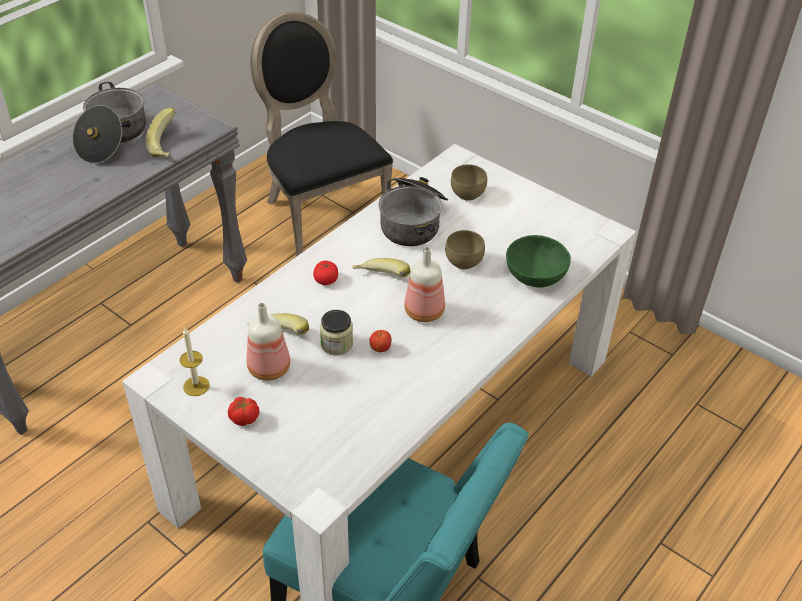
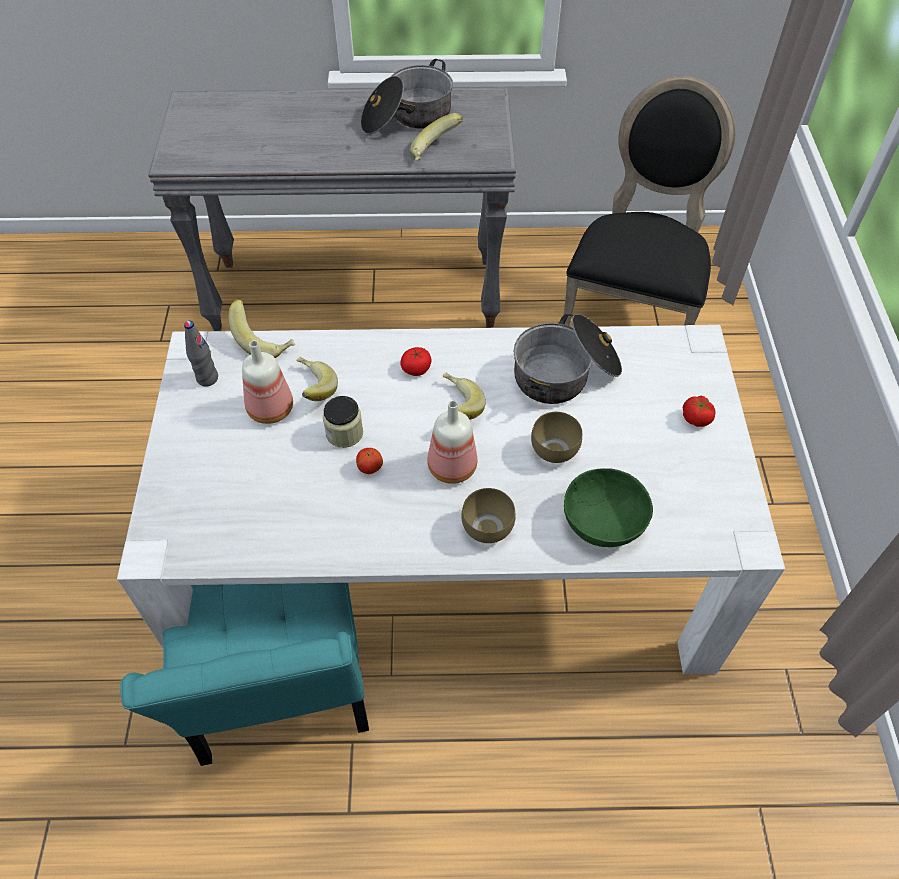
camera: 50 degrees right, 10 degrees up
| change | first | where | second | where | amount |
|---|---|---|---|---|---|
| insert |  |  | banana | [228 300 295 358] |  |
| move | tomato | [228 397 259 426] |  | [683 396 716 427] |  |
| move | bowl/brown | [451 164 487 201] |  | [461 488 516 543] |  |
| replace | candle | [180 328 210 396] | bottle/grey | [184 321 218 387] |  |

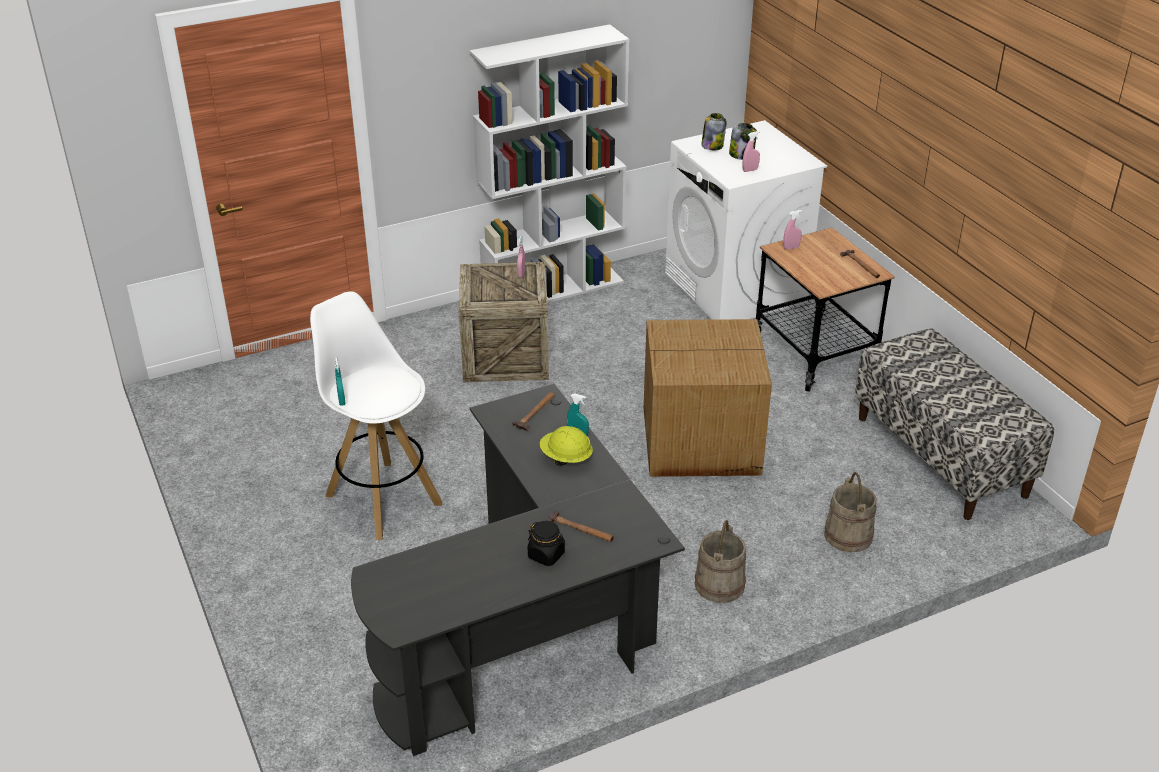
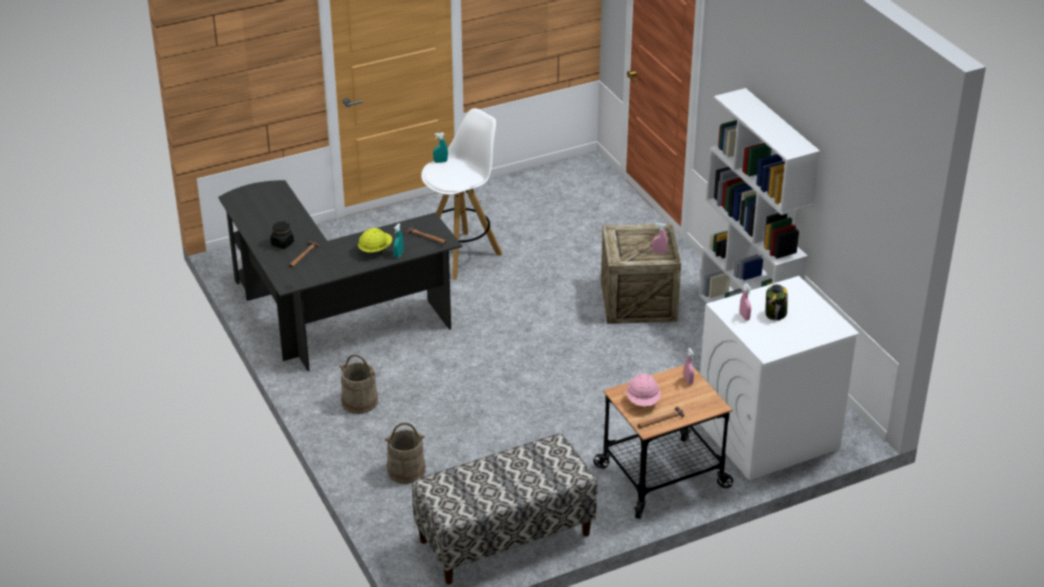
camera: 90 degrees right, 0 degrees up
| change | first | where | second | where | amount |
|---|---|---|---|---|---|
| delete | cardboard box | [644 319 772 477] |  |  |  |
| delete | jar | [701 113 727 150] |  |  |  |
| insert |  |  | hard hat/pink | [626 373 661 406] |  |

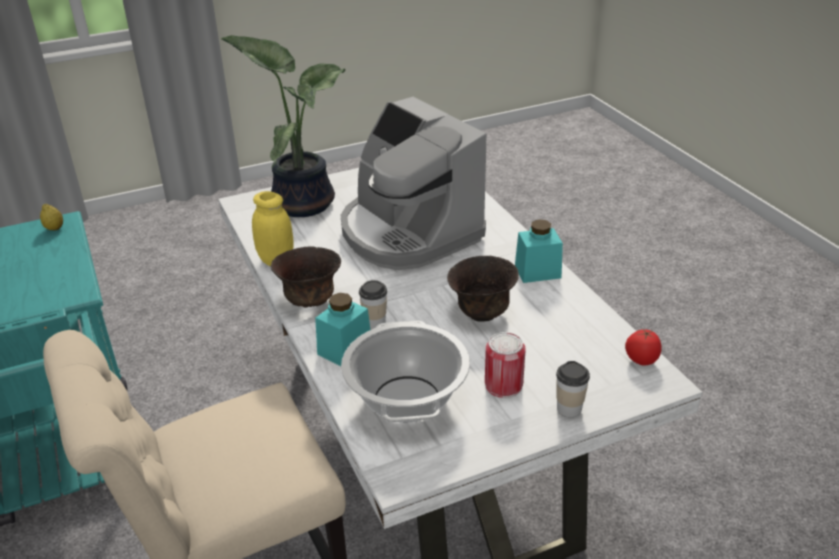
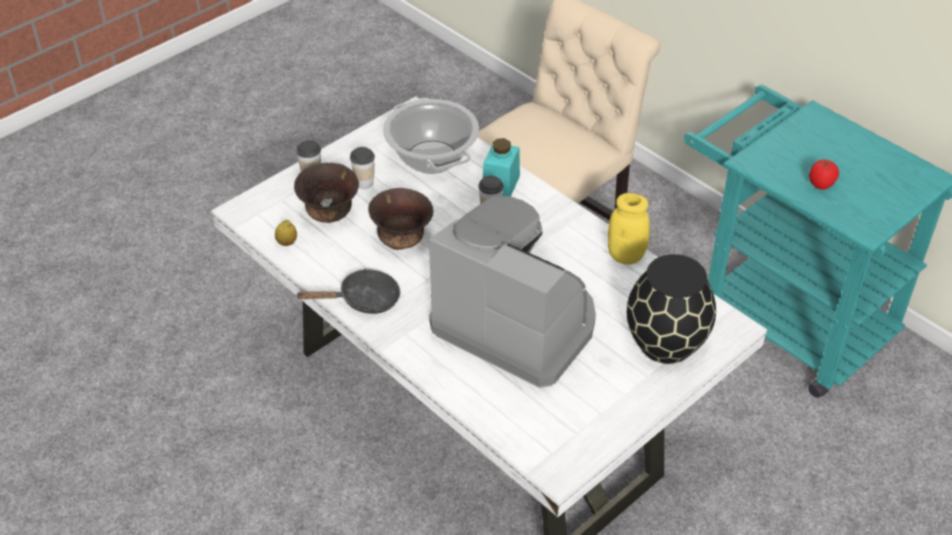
camera: 160 degrees right, 10 degrees up
| change | first | where | second | where | amount |
|---|---|---|---|---|---|
| move | lemon | [40 204 63 230] |  | [275 220 297 246] |  |
| move | bowl/brown | [271 246 341 308] |  | [294 163 359 223] |  |
| move | tomato | [625 328 662 366] |  | [809 160 839 190] |  |
| replace | potted plant | [221 35 345 217] | vase/black | [627 254 716 364] |  |
| replace | can | [485 332 526 398] | cup | [350 147 375 189] |  |
| replace | jar/turquoise | [515 219 563 283] | frying pan/black | [295 269 400 314] |  |

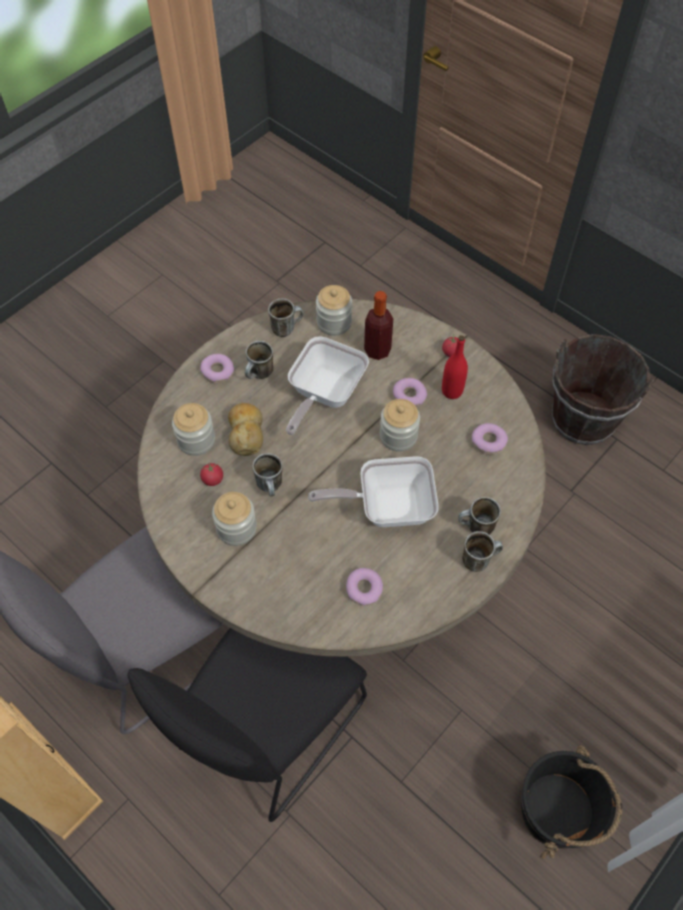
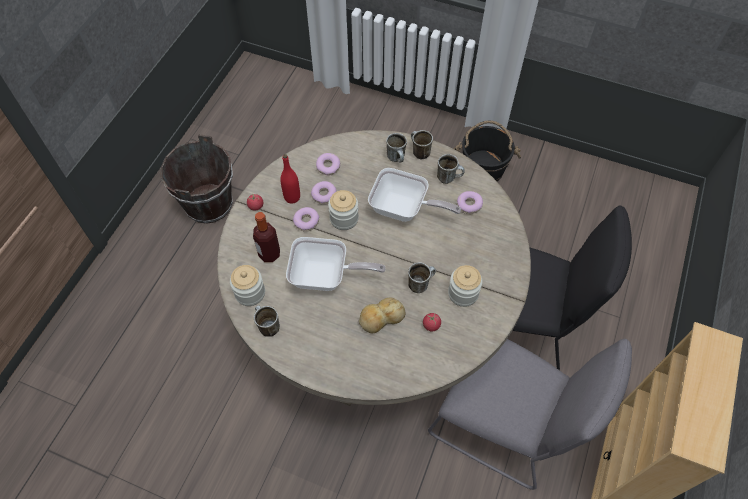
camera: 110 degrees left, 0 degrees up
| change | first | where | second | where | amount |
|---|---|---|---|---|---|
| delete | jar | [172 403 215 456] |  |  |  |
| move | donut | [200 354 234 383] |  | [311 181 337 205] |  |
| move | mug | [245 341 273 379] |  | [437 154 465 184] |  |
| rotate | frying pan | [308 456 439 527] |  | [368 168 461 222] | 45 degrees counterclockwise |

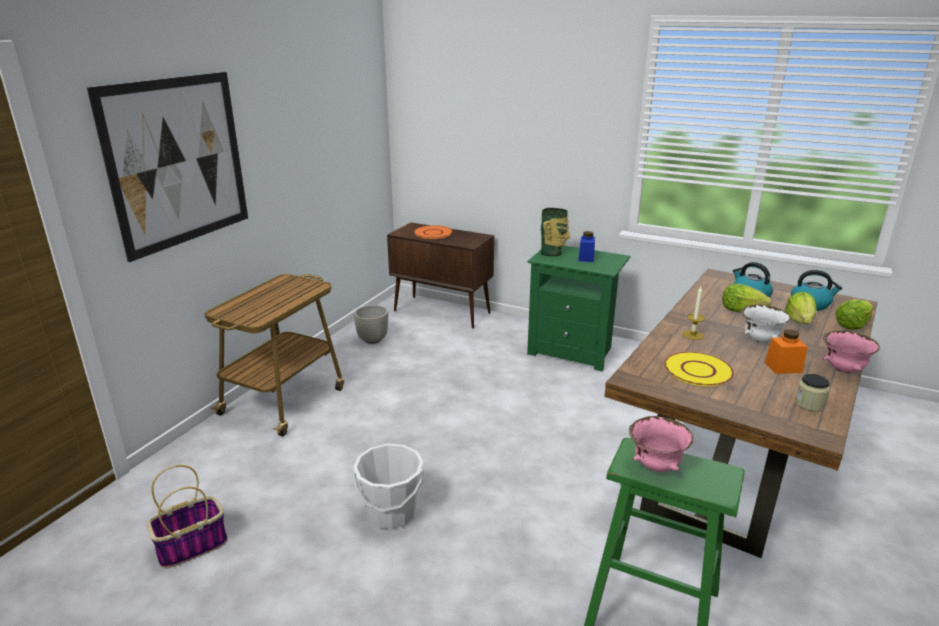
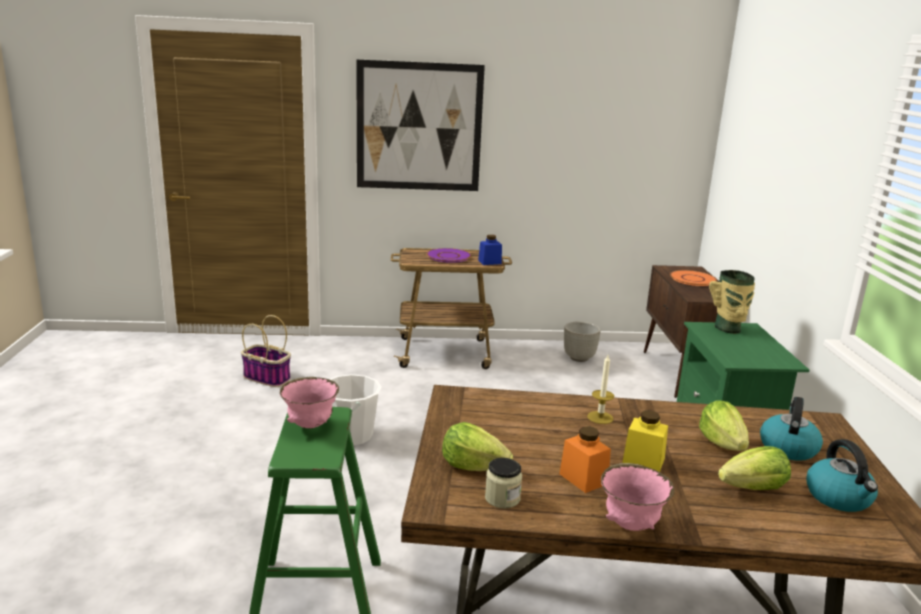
camera: 60 degrees right, 5 degrees down
| change | first | where | second | where | amount |
|---|---|---|---|---|---|
| delete | plate/yellow | [664 352 734 386] |  |  |  |
| insert |  |  | plate/purple | [426 248 471 263] |  |
| move | jar/blue | [578 231 595 262] |  | [478 235 502 265] |  |
| move | lettuce | [836 299 874 330] |  | [442 422 513 471] |  |
| replace | bowl/white | [741 304 790 343] | jar/yellow | [622 410 668 472] |  |

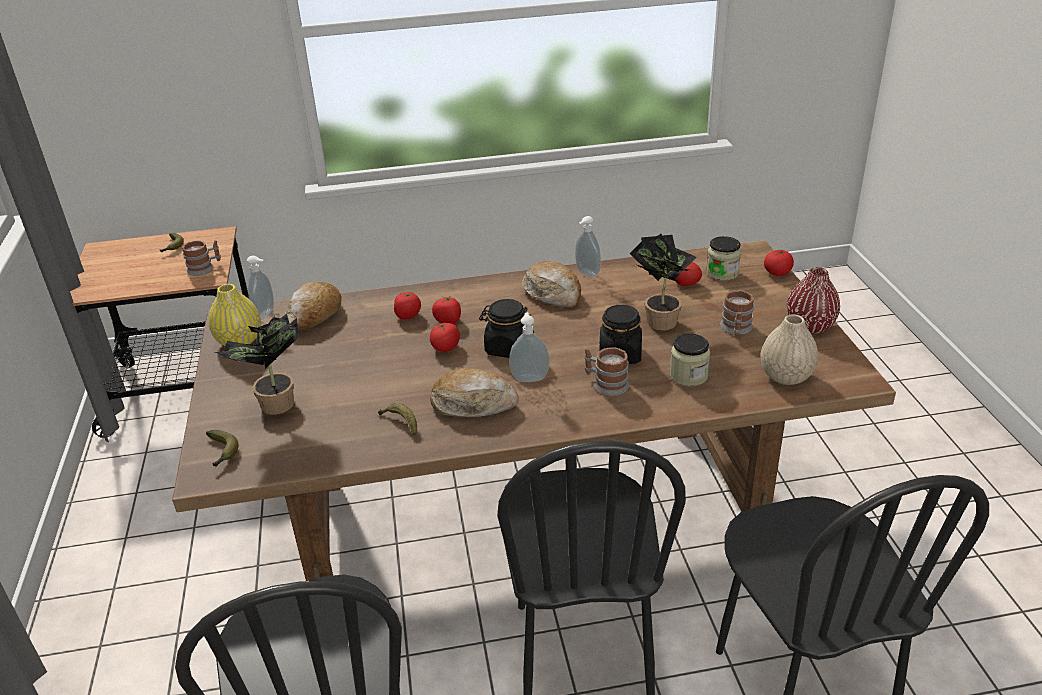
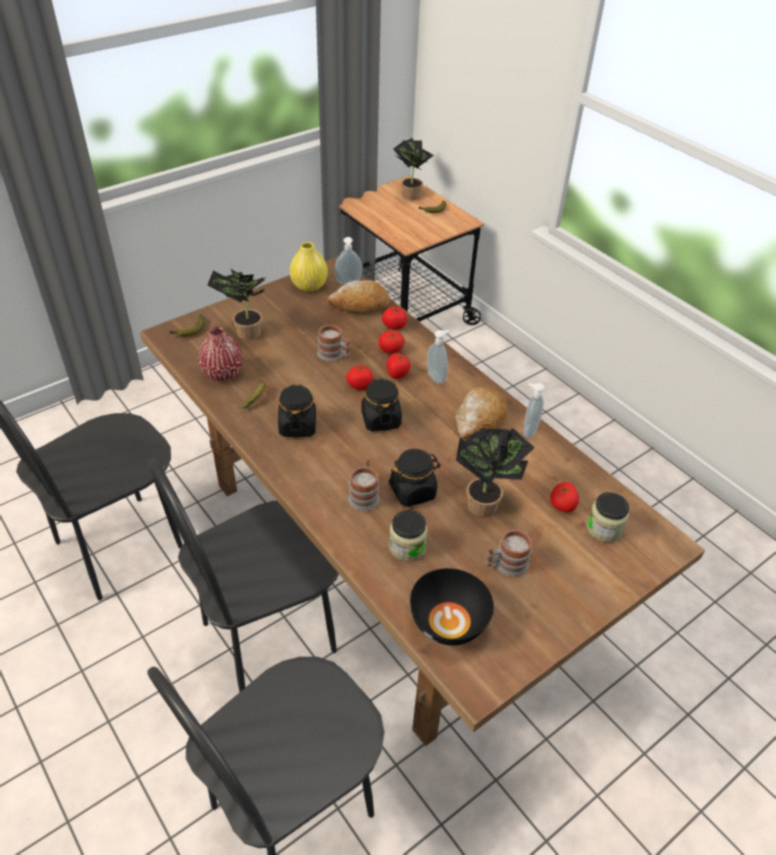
camera: 60 degrees right, 10 degrees up
| change | first | where | second | where | amount |
|---|---|---|---|---|---|
| insert |  |  | potted plant | [393 138 434 200] |  |
| move | mug | [182 240 221 276] |  | [317 325 350 362] |  |
| move | soap dispenser | [509 312 549 382] |  | [427 330 450 384] |  |
| move | tomato | [764 250 794 276] |  | [382 306 407 330] |  |
| move | vase/red | [787 267 840 334] |  | [198 327 243 381] |  |
| replace | bread | [430 368 519 417] | jar/black | [278 384 316 437] |  |
| replace | vase/beige | [761 314 818 385] | bowl/black | [410 568 494 646] |  |

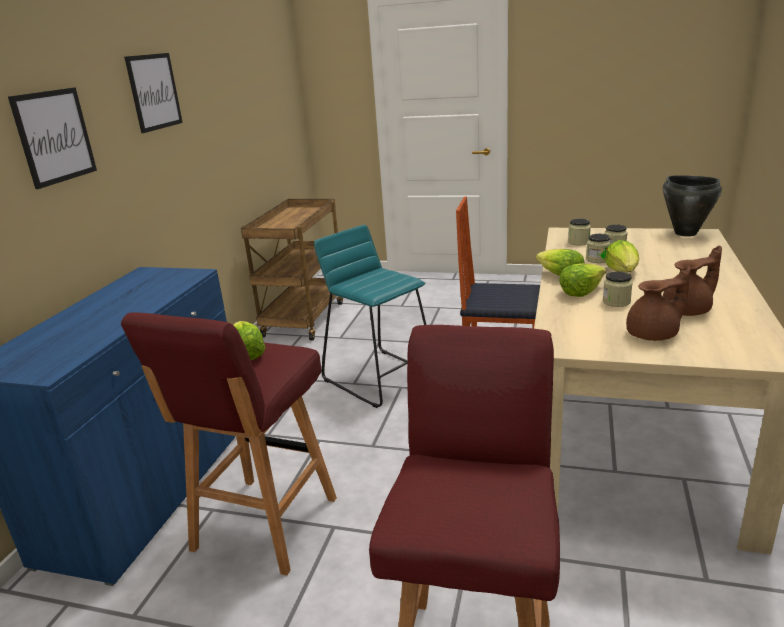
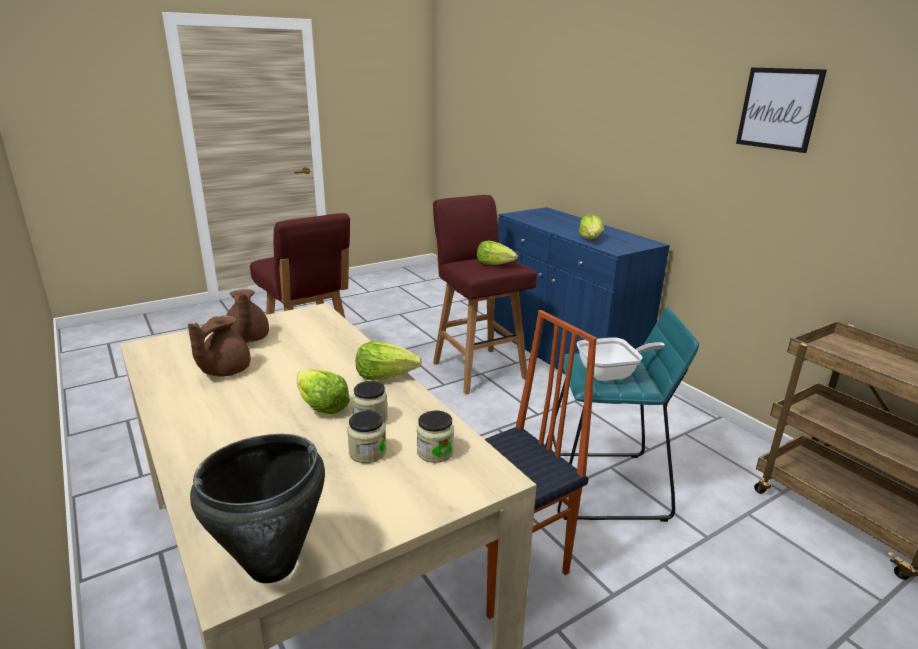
camera: 130 degrees right, 0 degrees up
| change | first | where | second | where | amount |
|---|---|---|---|---|---|
| delete | picture | [8 87 97 189] |  |  |  |
| delete | jar | [603 271 633 307] |  |  |  |
| insert |  |  | frying pan | [577 337 665 381] |  |
| move | lettuce | [559 263 606 297] |  | [578 214 604 239] |  |
| rotate | teapot/brown | [626 266 691 341] |  | [226 289 269 343] | 45 degrees counterclockwise |

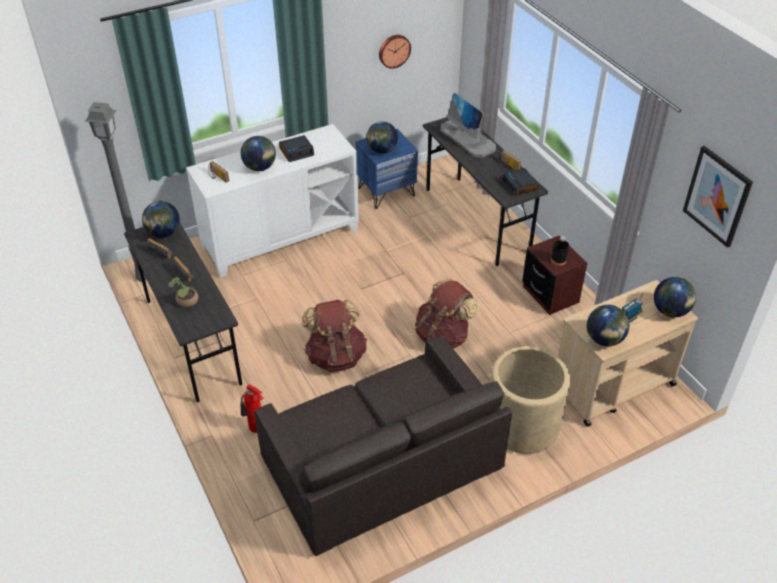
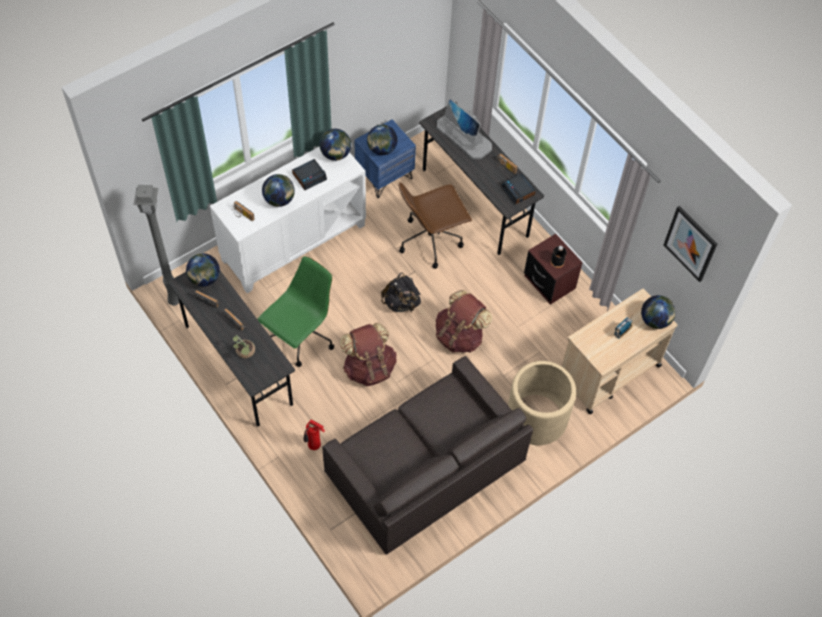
camera: 10 degrees left, 15 degrees up
| change | first | where | second | where | amount |
|---|---|---|---|---|---|
| delete | wall clock | [379 35 411 69] |  |  |  |
| insert |  |  | office chair/green | [257 256 334 367] |  |
| insert |  |  | backpack/black | [381 273 421 313] |  |
| insert |  |  | office chair/brown | [399 182 472 269] |  |
| move | globe | [586 305 629 346] |  | [319 129 351 161] |  |

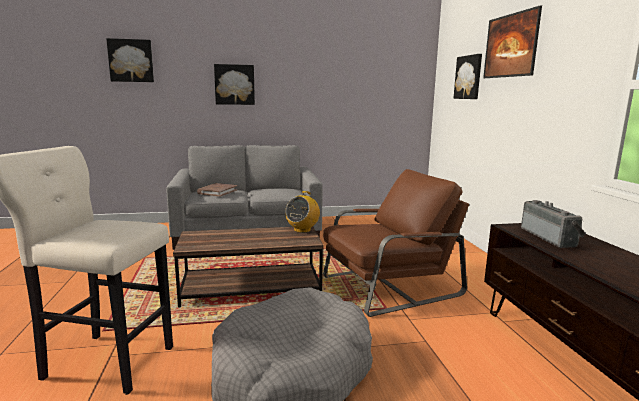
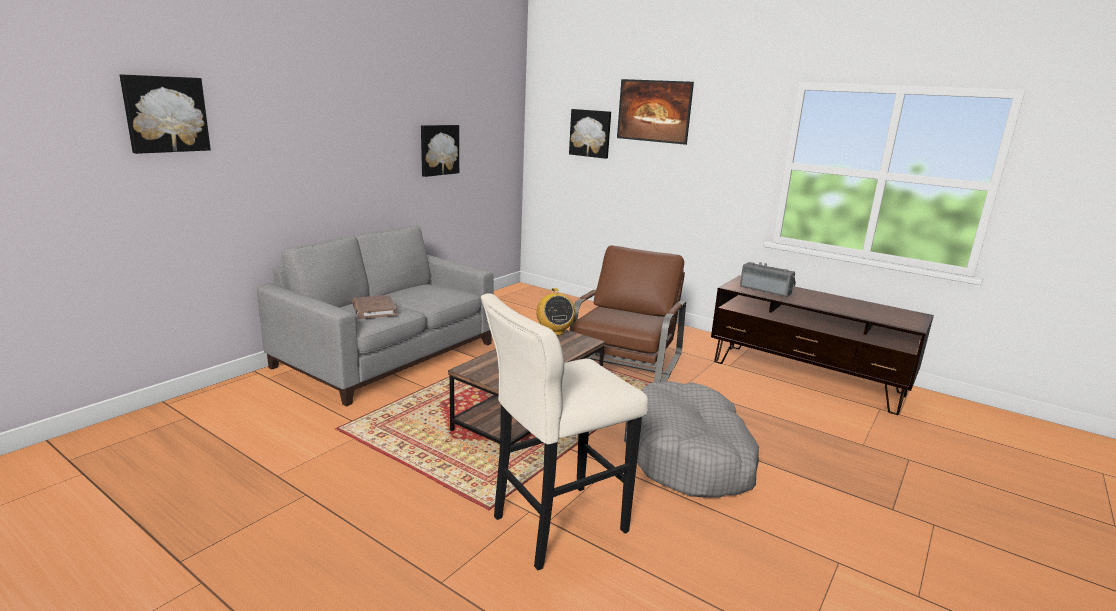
camera: 45 degrees left, 5 degrees up
| change | first | where | second | where | amount |
|---|---|---|---|---|---|
| move | picture | [214 64 255 105] |  | [421 125 459 177] |  |

